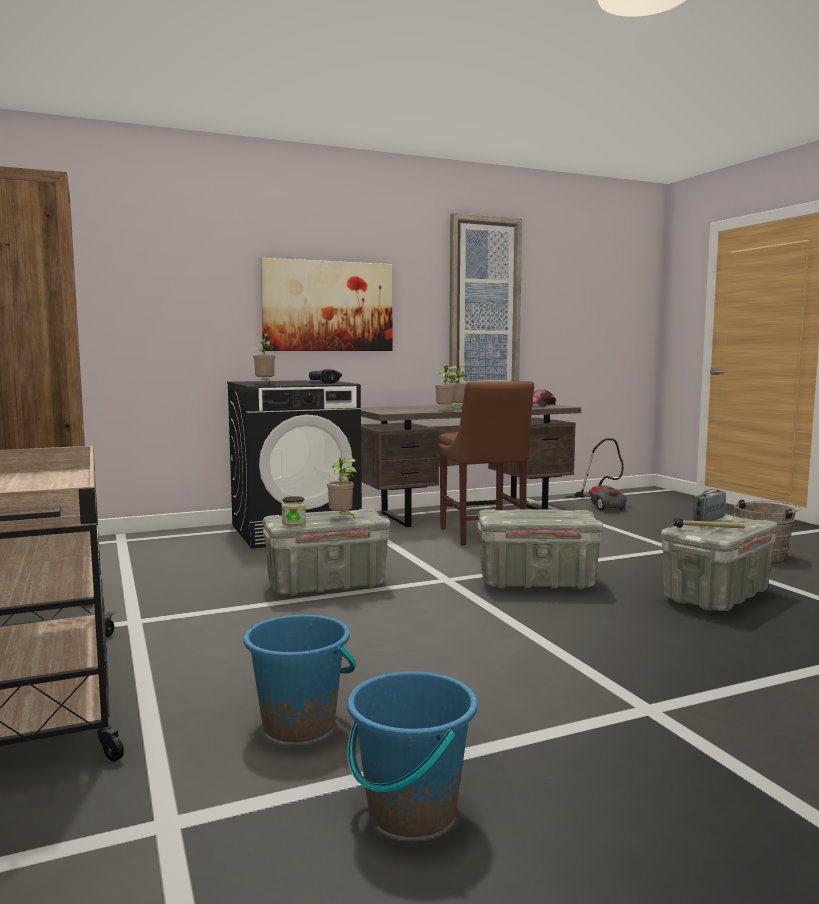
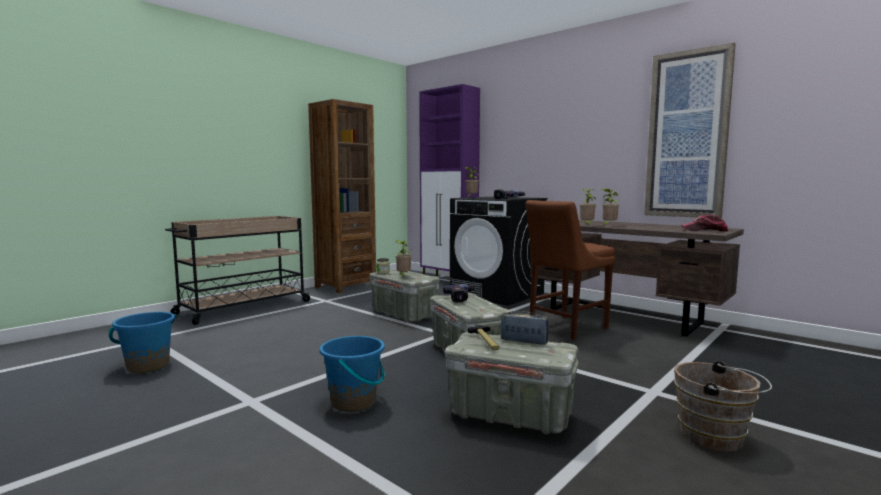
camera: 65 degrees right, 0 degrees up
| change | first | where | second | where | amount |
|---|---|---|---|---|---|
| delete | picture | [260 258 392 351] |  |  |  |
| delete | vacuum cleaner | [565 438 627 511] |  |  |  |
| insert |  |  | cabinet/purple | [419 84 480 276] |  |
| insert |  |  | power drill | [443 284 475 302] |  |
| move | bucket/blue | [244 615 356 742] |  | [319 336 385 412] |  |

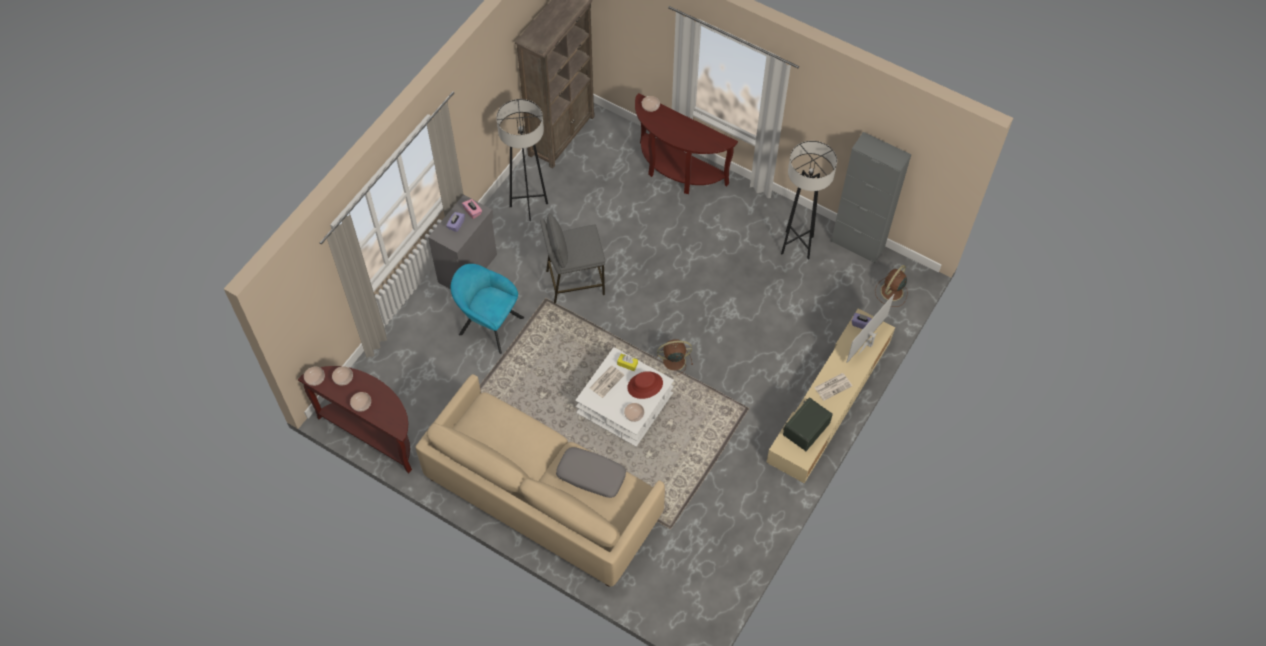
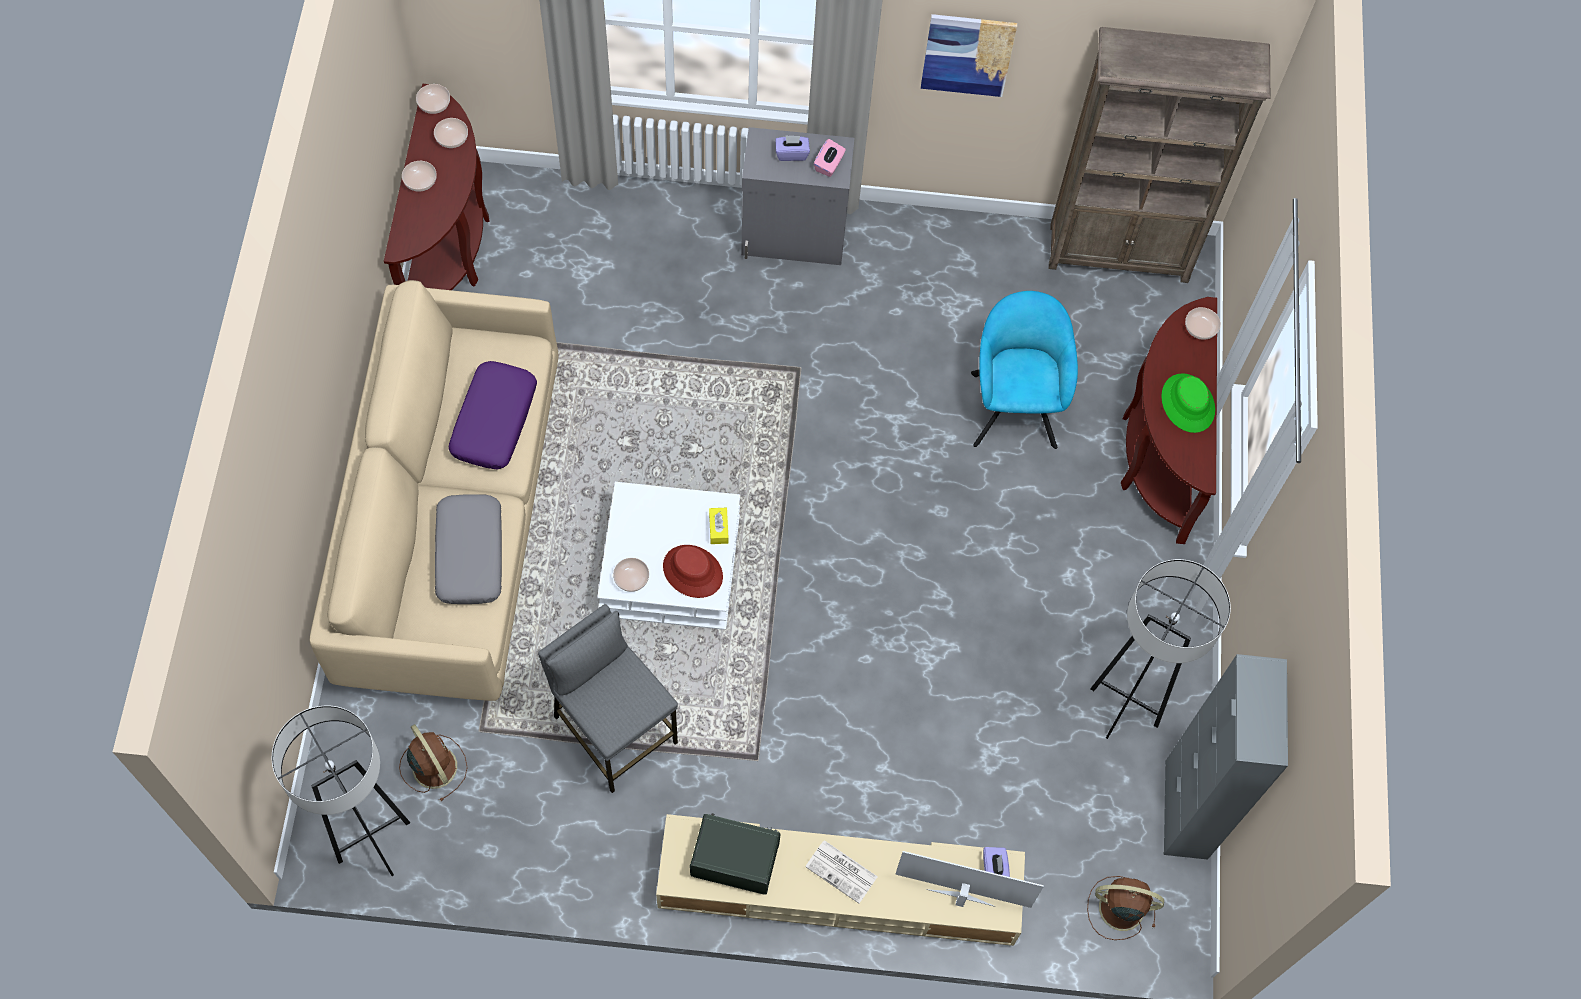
camera: 60 degrees right, 5 degrees up
| change | first | where | second | where | amount |
|---|---|---|---|---|---|
| delete | newspaper | [590 366 624 398] |  |  |  |
| insert |  |  | pillow/purple | [448 361 537 470] |  |
| insert |  |  | picture | [921 14 1017 97] |  |
| insert |  |  | hat/green | [1162 373 1215 433] |  |
| move | armchair/turquoise | [451 264 524 354] |  | [971 291 1078 449] |  |
| move | floor lamp/grey | [496 99 548 221] |  | [272 706 410 876] |  |
| move | stool/grey | [540 213 605 303] |  | [538 604 678 793] |  |
| move | fan/brown | [657 339 693 375] |  | [399 724 468 801] |  |

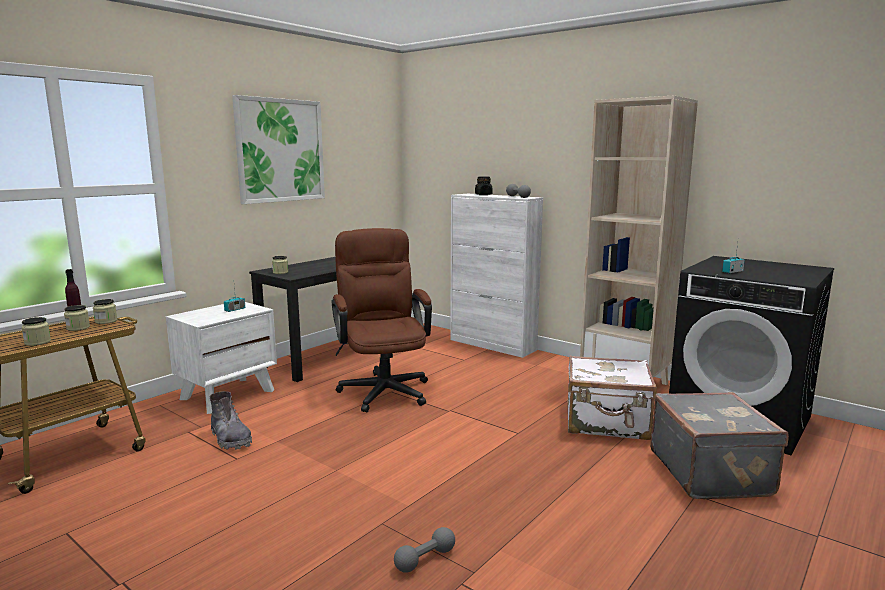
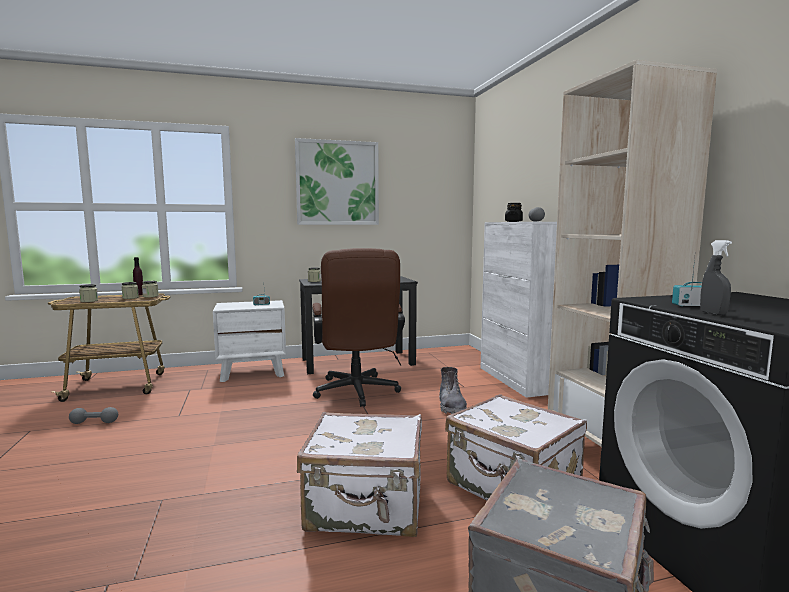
camera: 35 degrees right, 5 degrees down
| change | first | where | second | where | amount |
|---|---|---|---|---|---|
| insert |  |  | suitcase/white | [297 412 422 537] |  |
| insert |  |  | spray bottle/grey | [700 240 732 315] |  |
| move | boot/grey | [210 391 252 450] |  | [439 367 467 414] |  |
| move | dumbbell/grey | [394 527 455 572] |  | [69 407 118 424] |  |
| rotate | office chair/brown | [332 228 432 412] |  | [312 248 405 407] | 150 degrees clockwise |

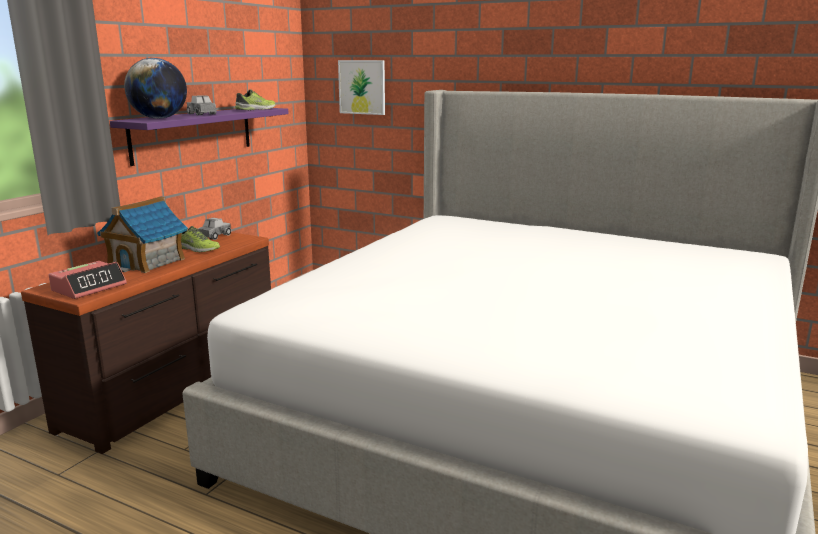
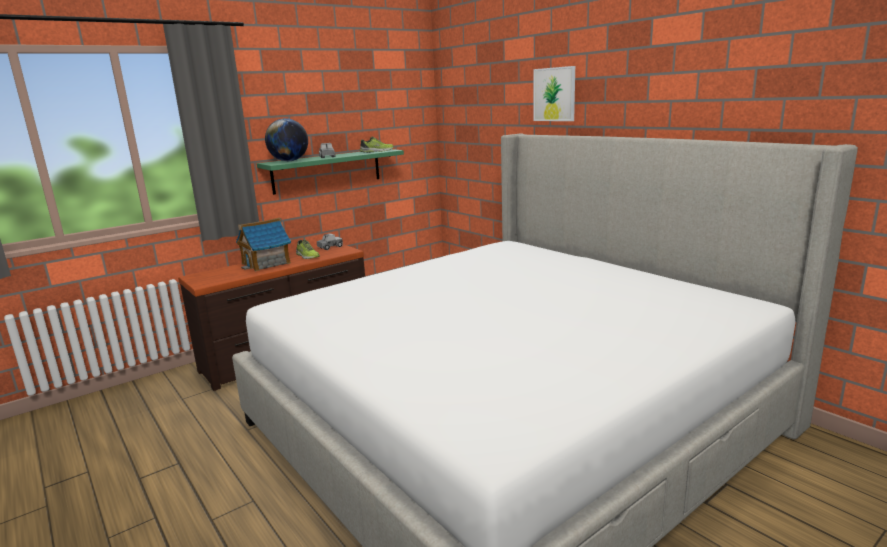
camera: 25 degrees right, 0 degrees up
| change | first | where | second | where | amount |
|---|---|---|---|---|---|
| delete | alarm clock | [49 261 127 299] |  |  |  |
| move | picture | [338 60 385 115] |  | [534 66 575 121] |  |
| recolor | shelf/purple | [110 108 289 166] | shelf/green | [257 149 404 195] |  |

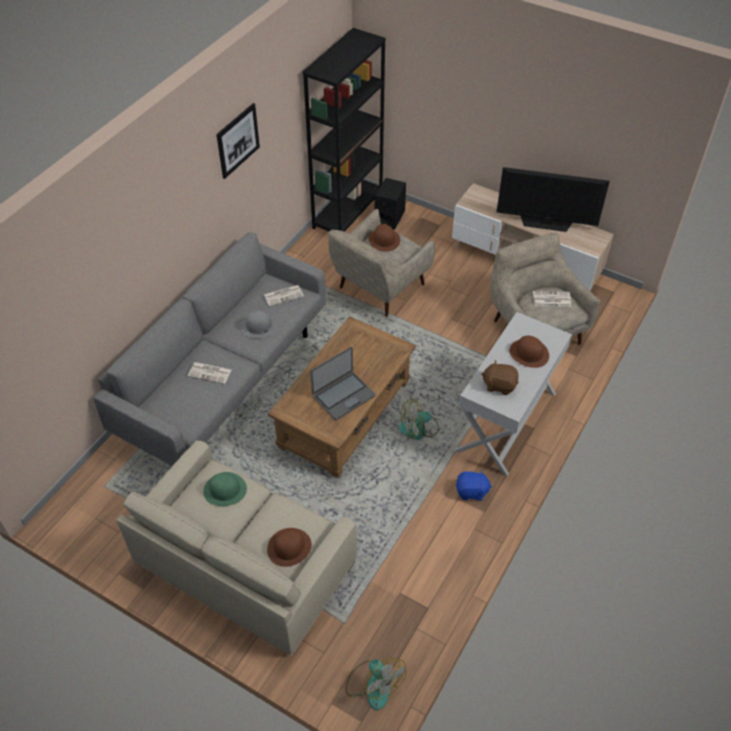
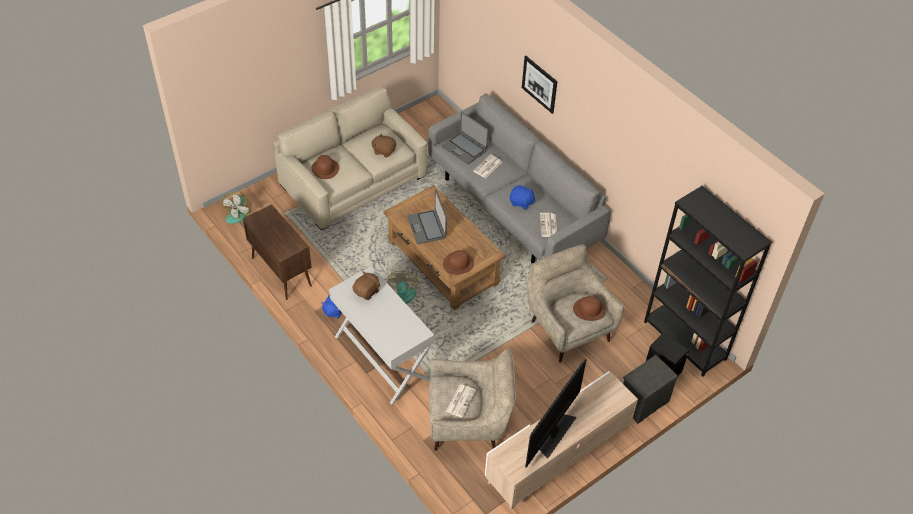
camera: 110 degrees right, 0 degrees up
| change | first | where | second | where | amount |
|---|---|---|---|---|---|
| insert |  |  | cabinet/brown | [243 204 312 300] |  |
| insert |  |  | laptop | [442 112 488 164] |  |
| insert |  |  | nightstand | [622 355 678 424] |  |
| move | picture | [216 103 260 179] |  | [522 56 557 114] |  |
| move | hat/brown | [509 336 549 368] |  | [443 250 474 275] |  |
| replace | hat/green | [203 472 247 506] | plush toy/brown | [371 133 396 158] |  |
| replace | hat/grey | [240 310 278 338] | plush toy/blue | [510 185 536 210] |  |
| rotate | fan | [346 658 406 710] |  | [222 192 251 224] | 60 degrees counterclockwise |

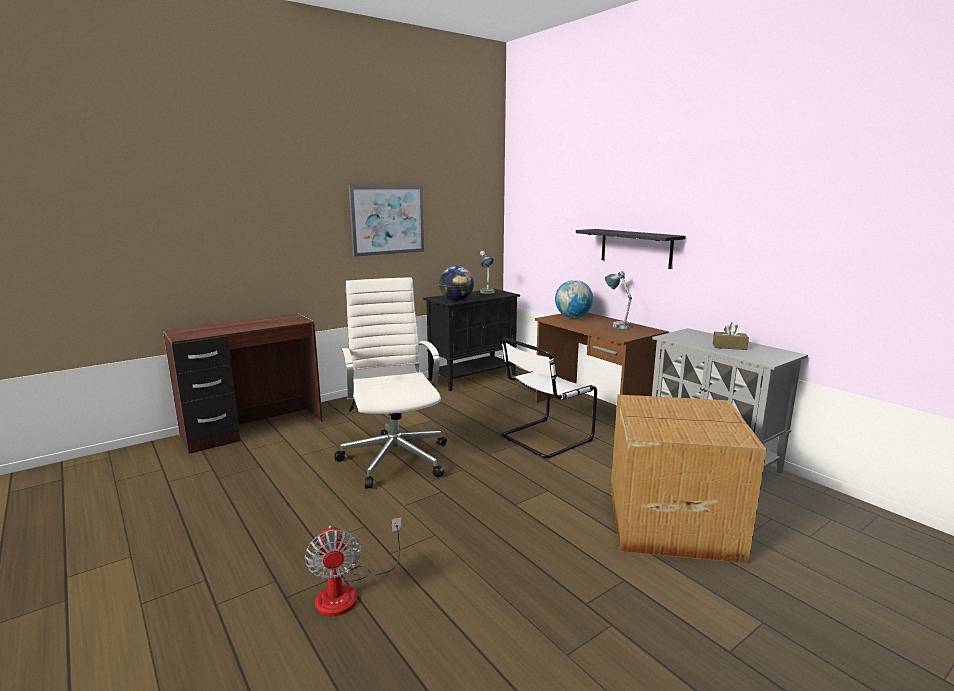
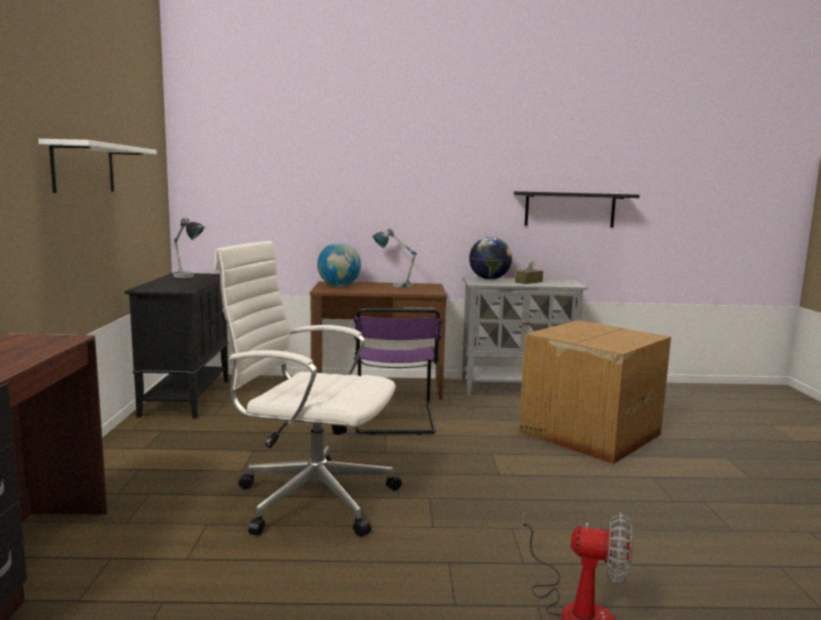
camera: 55 degrees left, 5 degrees down
| change | first | where | second | where | amount |
|---|---|---|---|---|---|
| move | globe | [439 266 474 301] |  | [469 237 512 280] |  |
| move | shelf/black | [576 229 686 269] |  | [514 191 640 228] |  |
| replace | picture | [349 185 424 257] | shelf/white | [38 139 157 193] |  |
| recolor | chair/white | [501 337 597 458] | chair/purple | [354 308 442 435] |  |

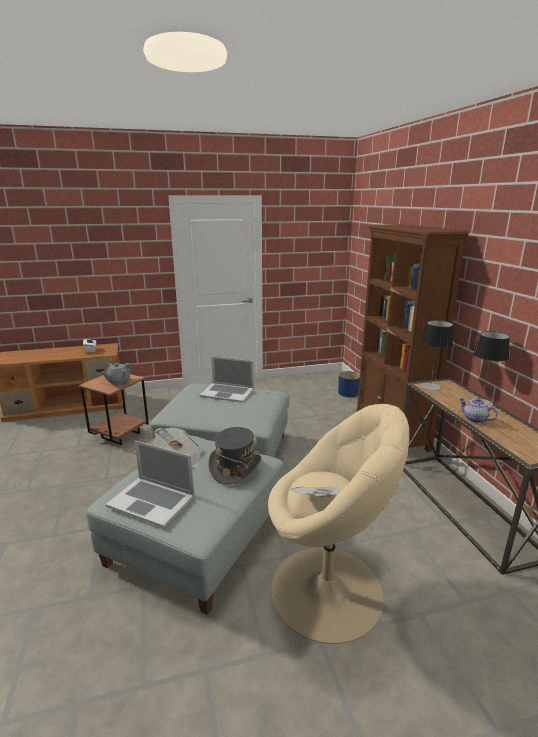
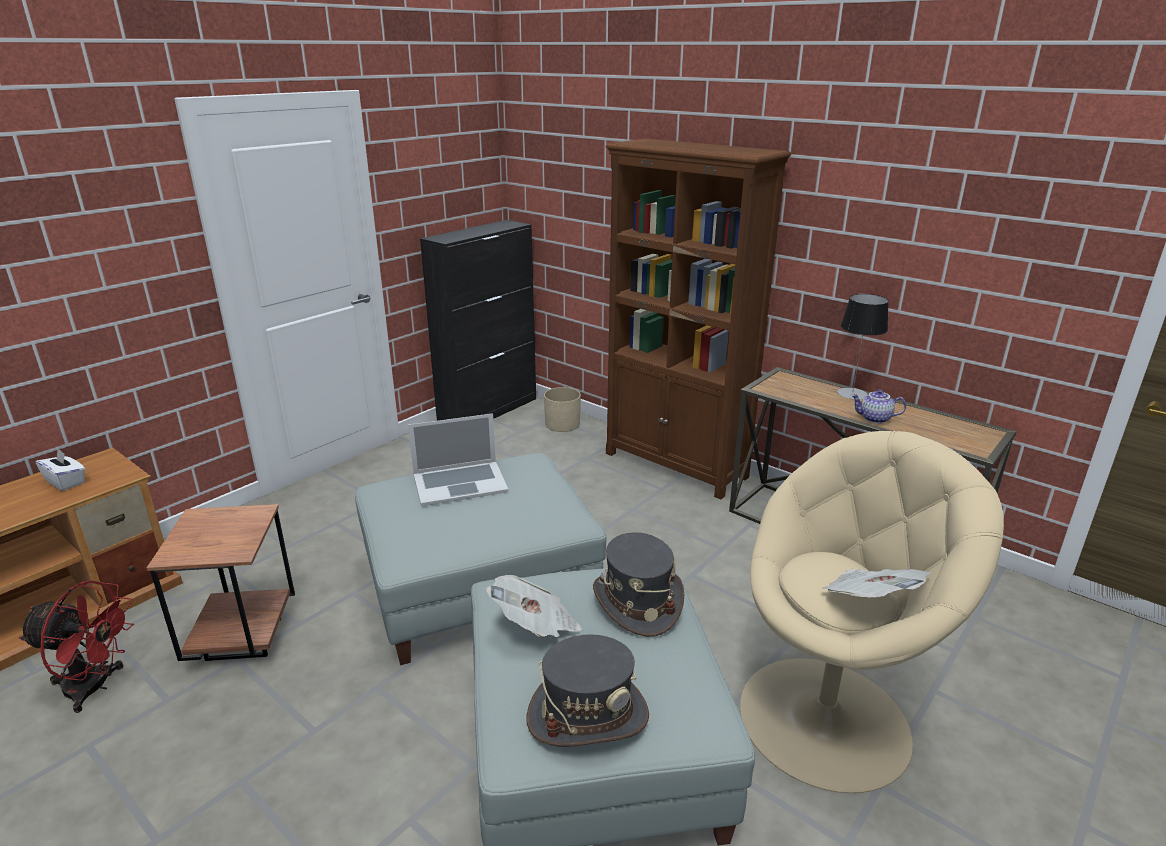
camera: 35 degrees left, 5 degrees up
| change | first | where | second | where | amount |
|---|---|---|---|---|---|
| delete | teapot/grey | [102 363 132 386] |  |  |  |
| delete | table lamp | [421 320 453 391] |  |  |  |
| insert |  |  | fan/red | [19 581 134 713] |  |
| insert |  |  | cabinet/black | [420 220 536 421] |  |
| replace | laptop | [106 440 195 528] | hat/grey | [527 634 649 747] |  |
| recolor | planter/blue | [338 371 360 397] | planter/beige | [544 387 581 432] |  |

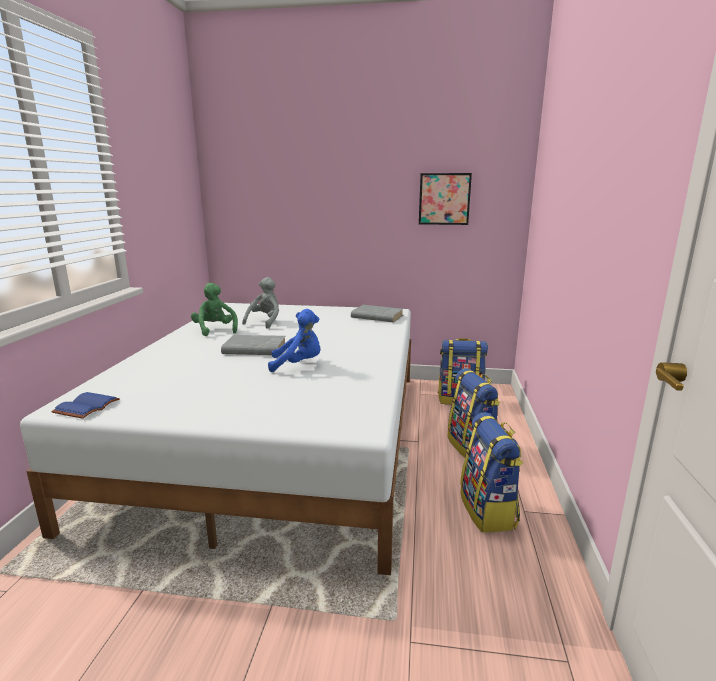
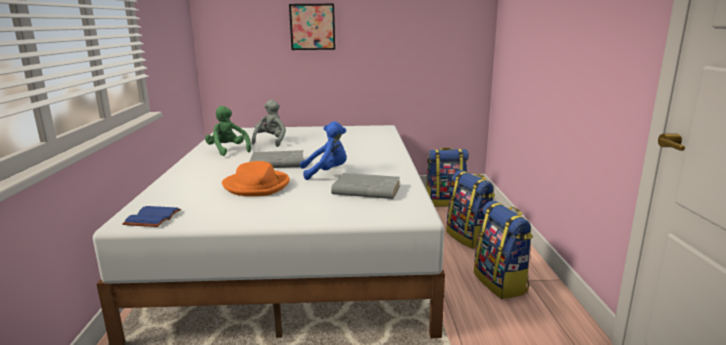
camera: 10 degrees left, 0 degrees up
| change | first | where | second | where | amount |
|---|---|---|---|---|---|
| insert |  |  | hat/orange | [222 161 290 196] |  |
| move | book/grey | [351 305 403 322] |  | [331 173 400 199] |  |
| move | picture | [419 173 472 225] |  | [289 4 335 50] |  |

